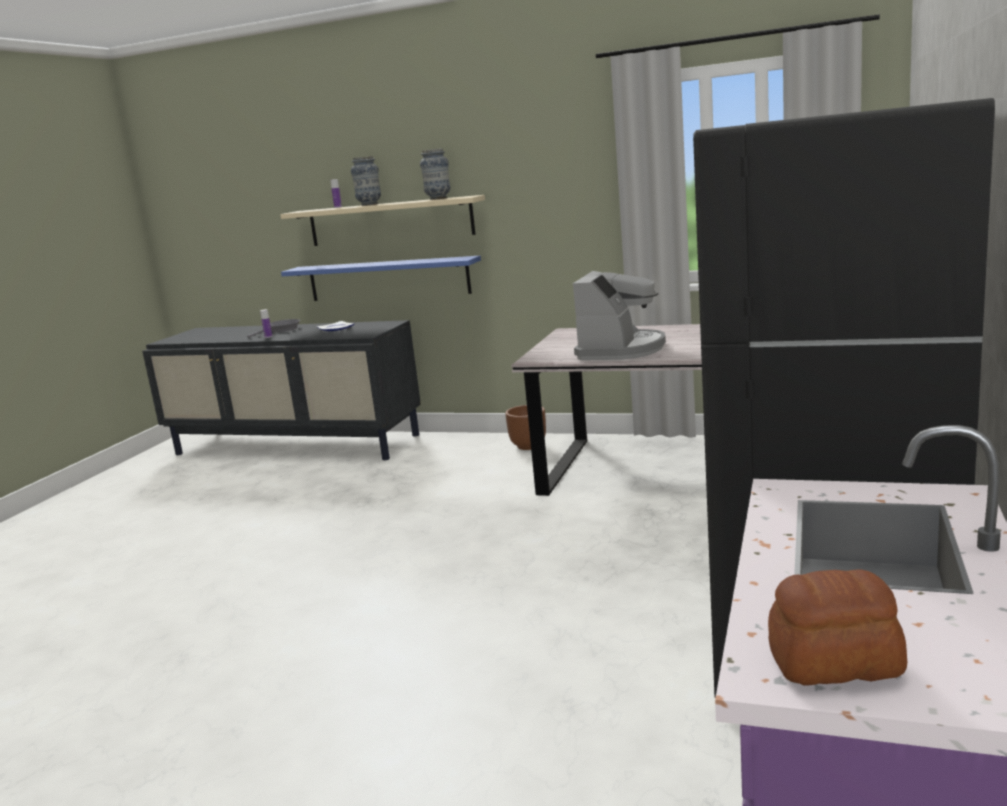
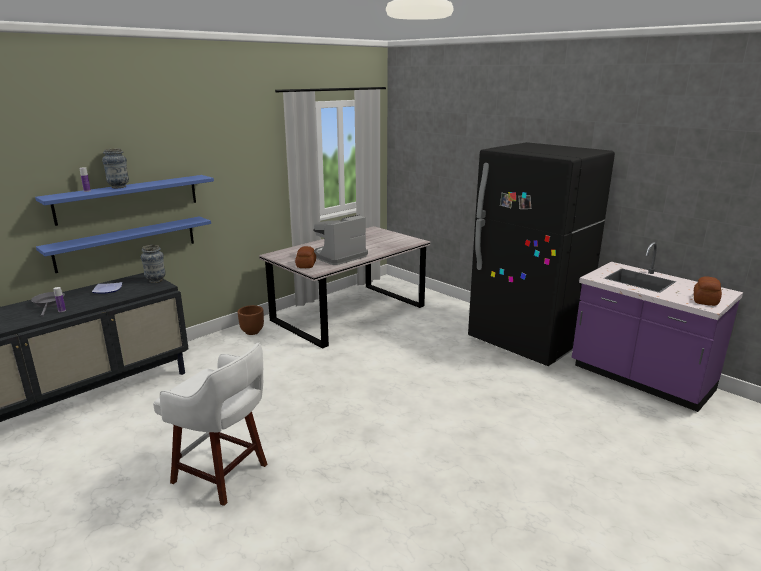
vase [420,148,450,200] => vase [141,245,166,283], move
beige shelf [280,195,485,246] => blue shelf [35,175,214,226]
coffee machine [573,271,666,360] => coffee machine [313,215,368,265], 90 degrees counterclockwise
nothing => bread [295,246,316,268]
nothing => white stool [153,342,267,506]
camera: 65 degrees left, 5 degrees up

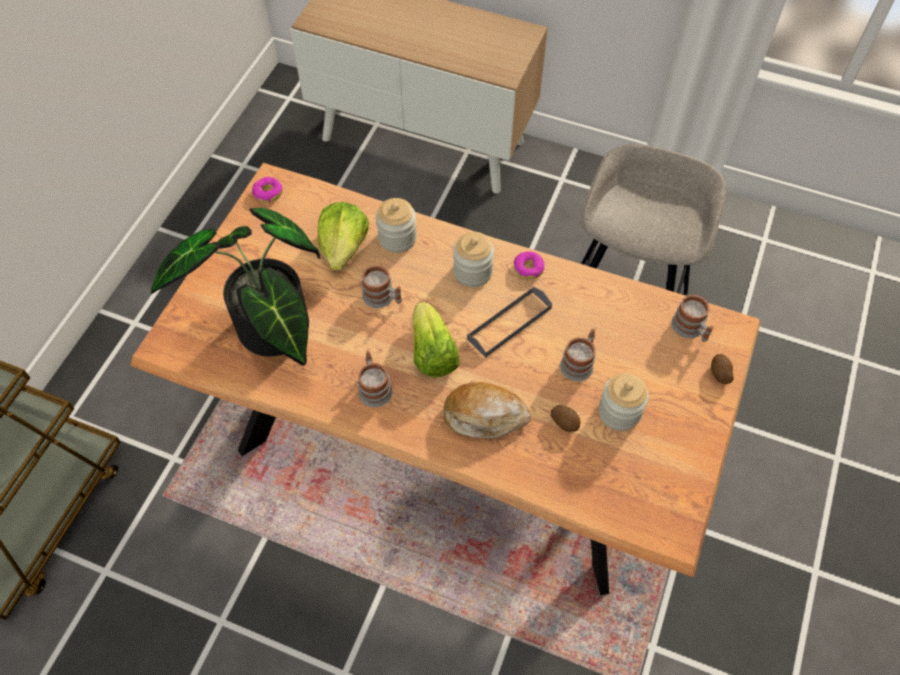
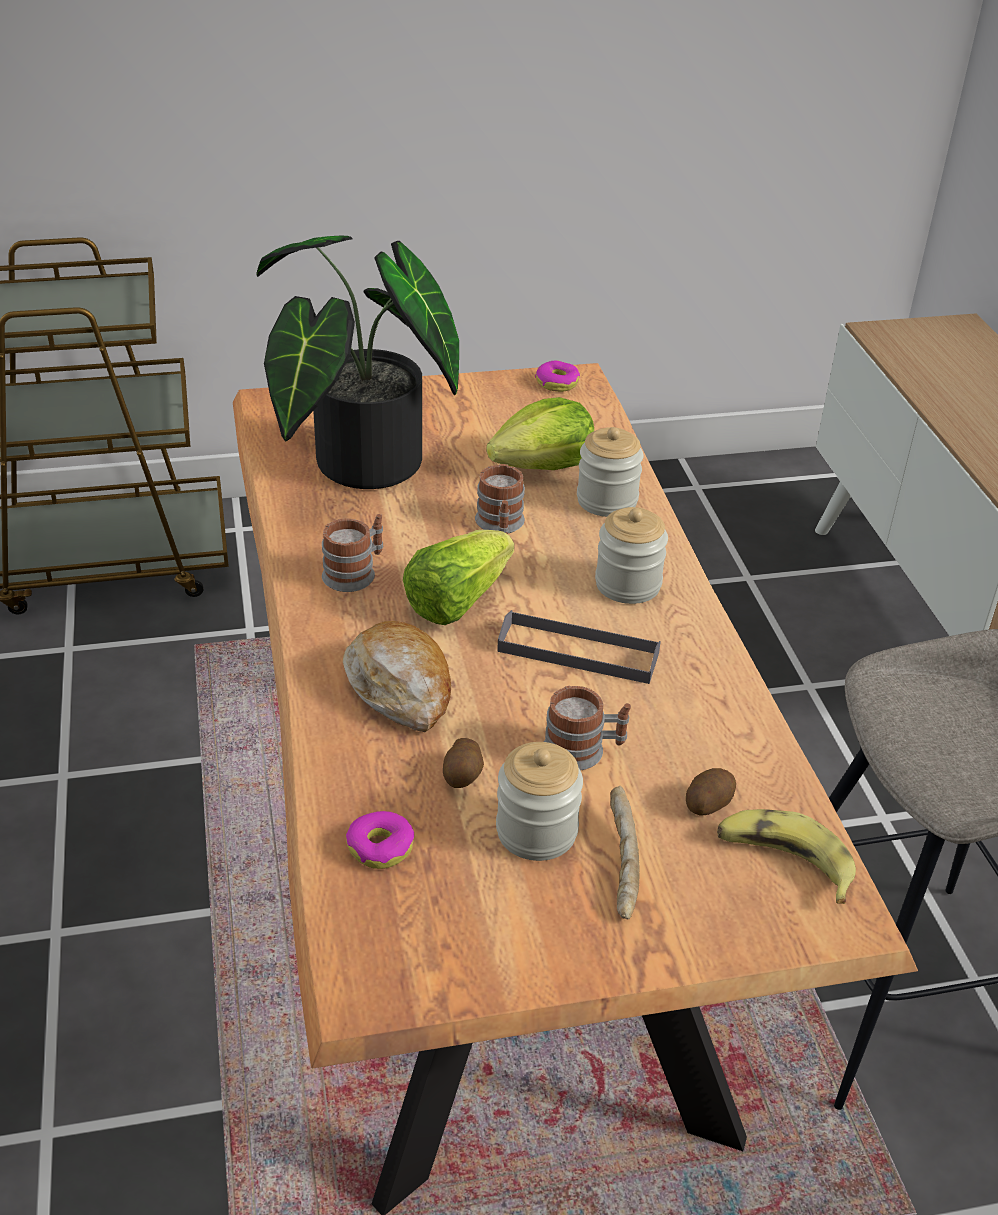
donut [513,251,544,280] => donut [346,811,414,869], move
mug [671,295,714,342] => banana [717,809,856,904]
potato [711,354,734,384] => potato [686,768,736,816], move
nothing => bread [611,786,640,919]
camera: 55 degrees right, 20 degrees down

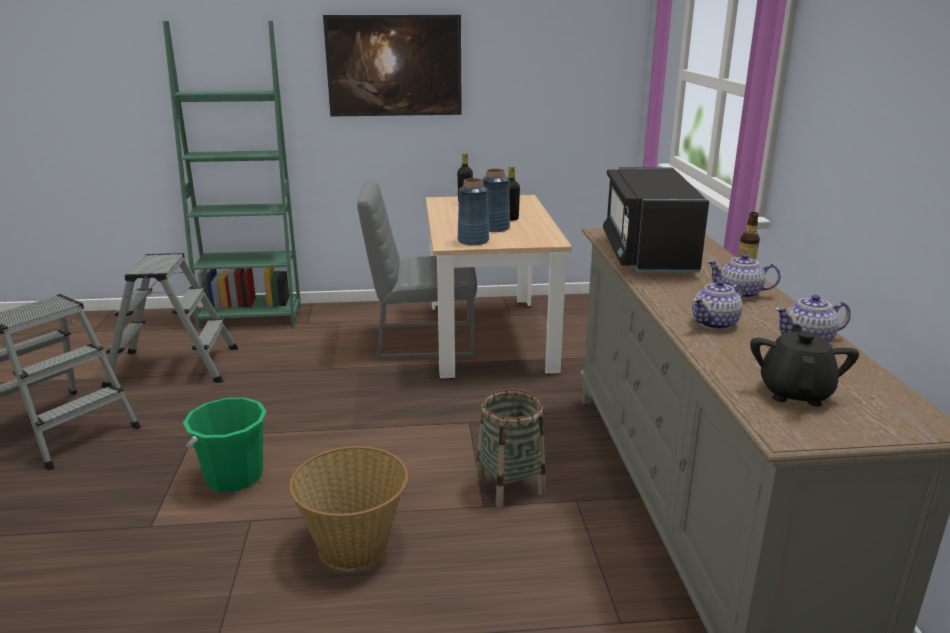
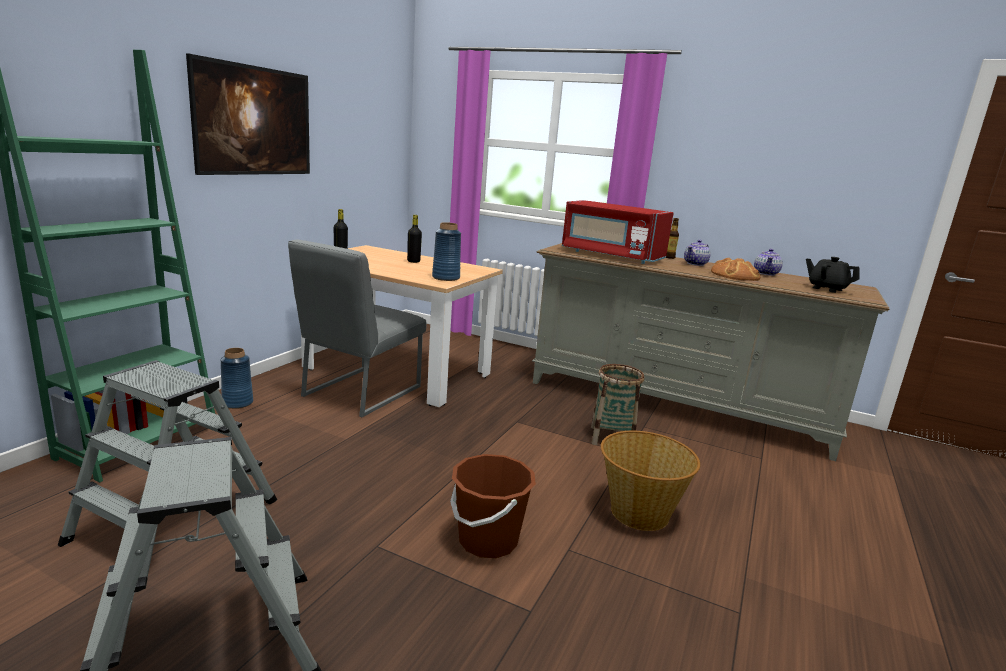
black microwave [603,167,709,273] => red microwave [562,200,674,264]
blue vase [482,169,510,232] => blue vase [221,348,253,409], move
teapot [692,280,743,330] => bread [711,257,761,281]
green bucket [183,398,266,492] => brown bucket [450,454,536,558]
camera: 60 degrees left, 5 degrees down

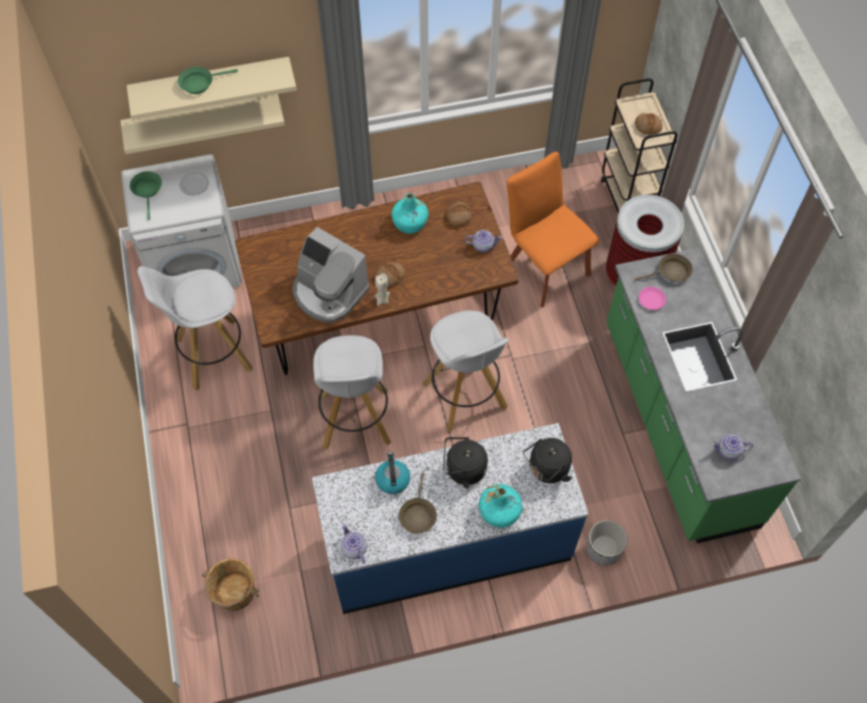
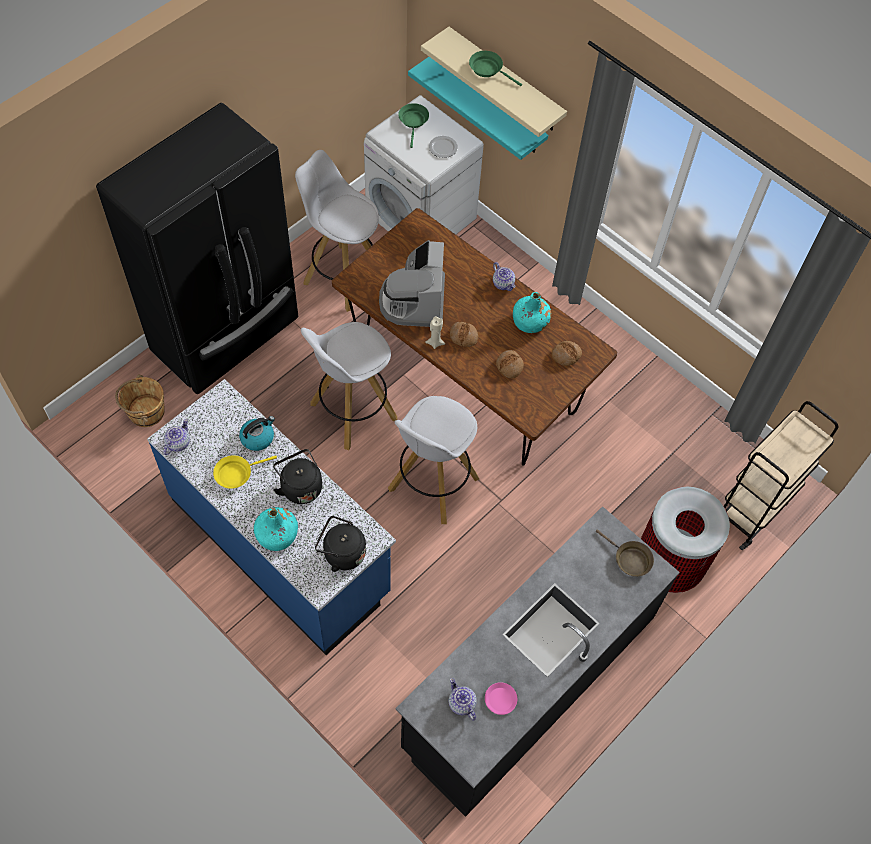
beige shelf [120,94,285,154] => turquoise shelf [408,57,548,160]
bread [635,113,662,135] => bread [496,350,524,378], move
orange chair [506,152,599,307] => nothing
green frying pan [130,171,162,220] => green frying pan [398,103,429,148], 45 degrees counterclockwise
teapot [465,230,502,253] => teapot [493,262,516,291], move
green counter [606,248,801,543] => black counter [396,506,680,817]
pink plate [639,287,666,310] => pink plate [485,682,517,715], move
brown frying pan [399,473,437,534] => yellow frying pan [213,455,277,489]
planter [586,520,628,565] => nothing
nothing => black fridge [96,103,299,394]
camera: 55 degrees right, 0 degrees up

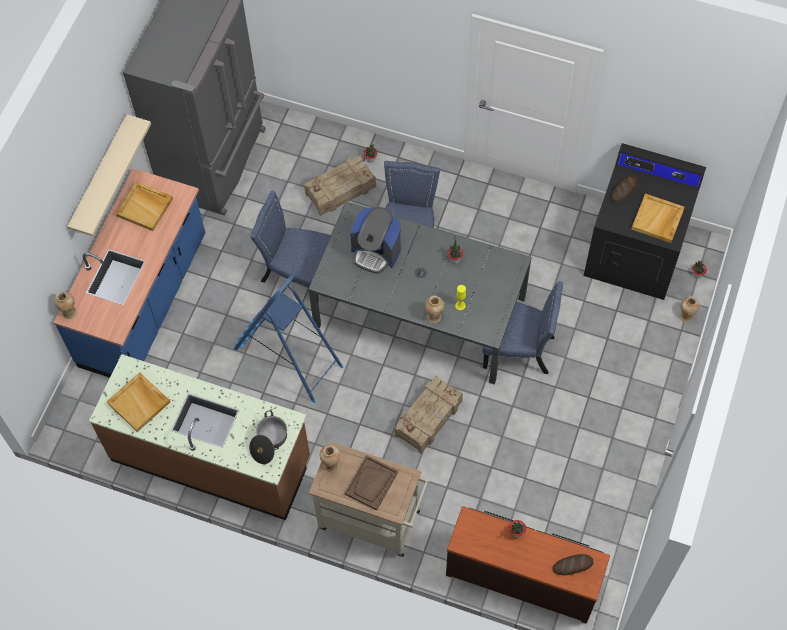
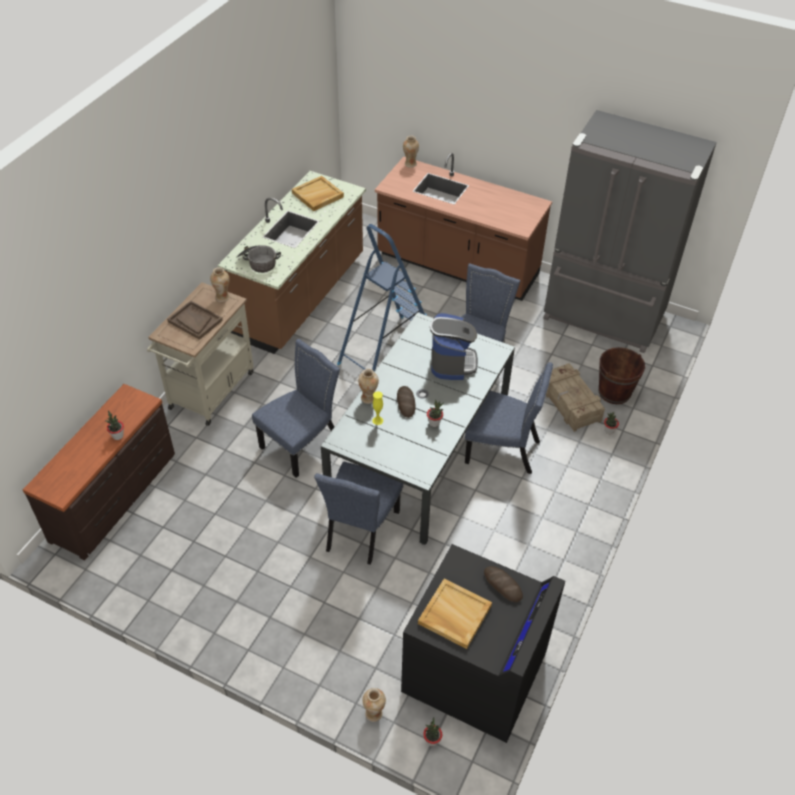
beige shelf [67,114,151,236] => nothing
blue counter [53,168,205,378] => brown counter [375,153,552,301]
beige tray [116,182,173,231] => nothing
coffee machine [350,207,401,274] => coffee machine [430,313,478,380], 150 degrees clockwise
crate [394,376,463,454] => blue chair [252,339,340,478]
bread [553,554,593,575] => bread [397,386,416,418], move
nothing => brown bucket [598,347,645,404]
camera: 95 degrees right, 15 degrees down

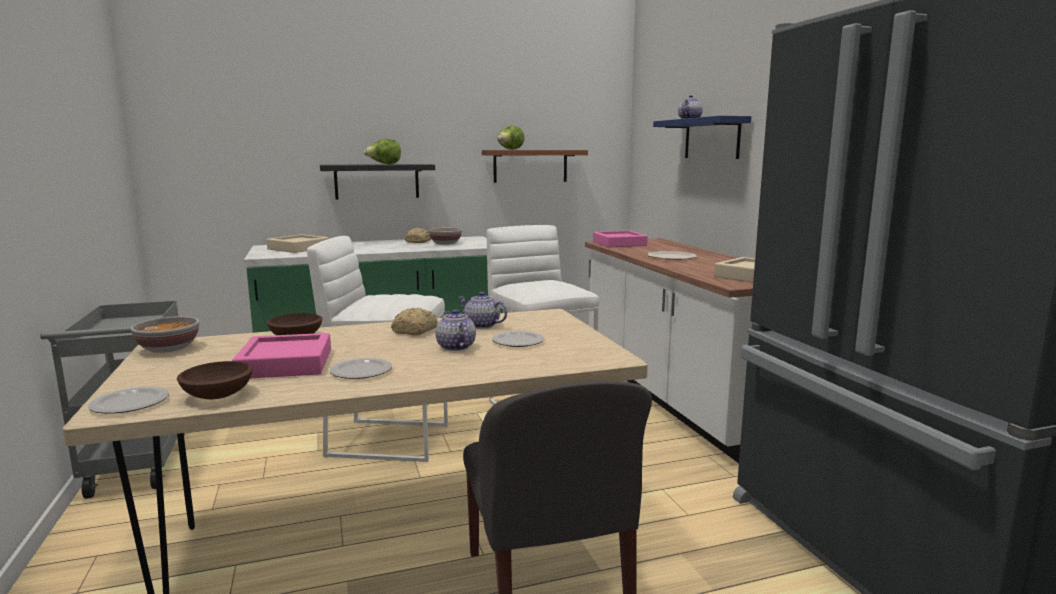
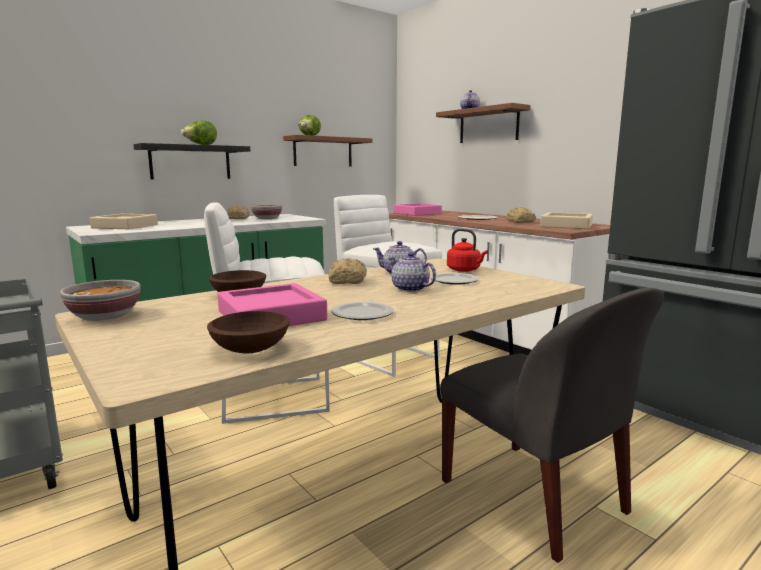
blue shelf [653,116,751,159] => brown shelf [436,103,530,143]
plate [88,386,169,414] => nothing
nothing => bread [506,207,536,223]
nothing => red kettle [447,229,488,272]
camera: 20 degrees left, 0 degrees up

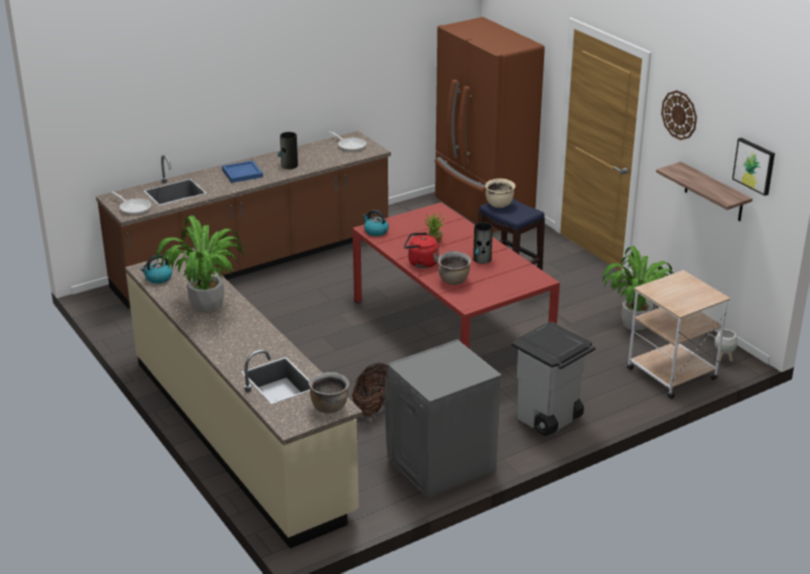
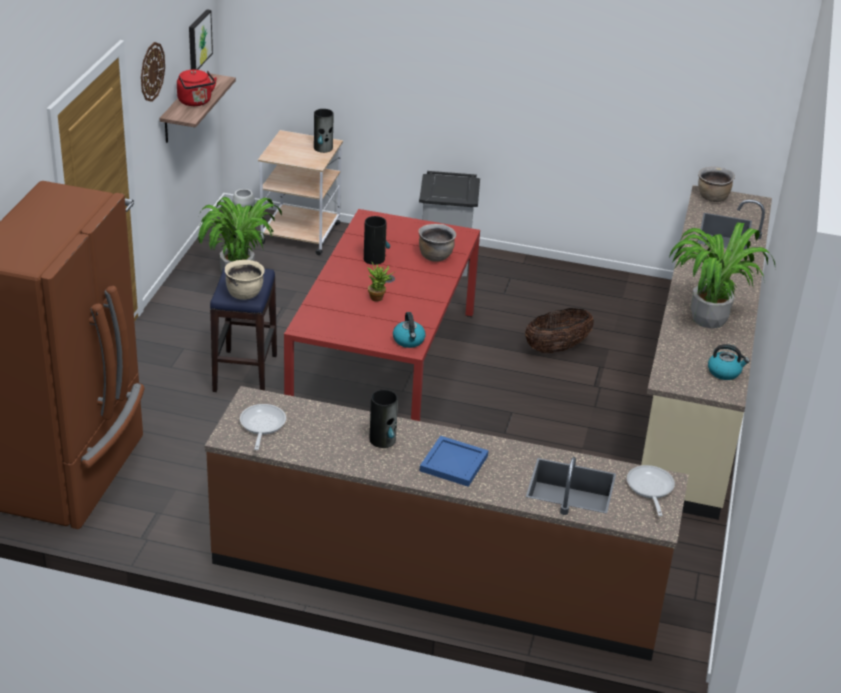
red kettle [404,232,439,268] => red kettle [177,70,217,106], move
grey washing machine [385,339,502,498] => nothing
nothing => vase [314,109,334,153]
camera: 135 degrees left, 5 degrees up

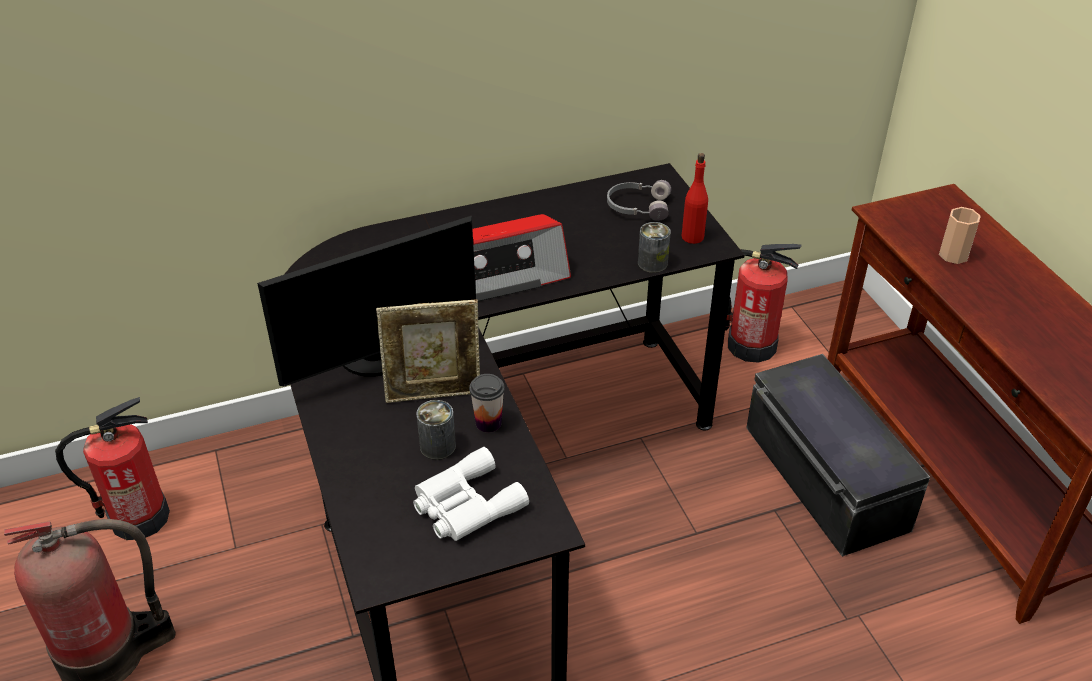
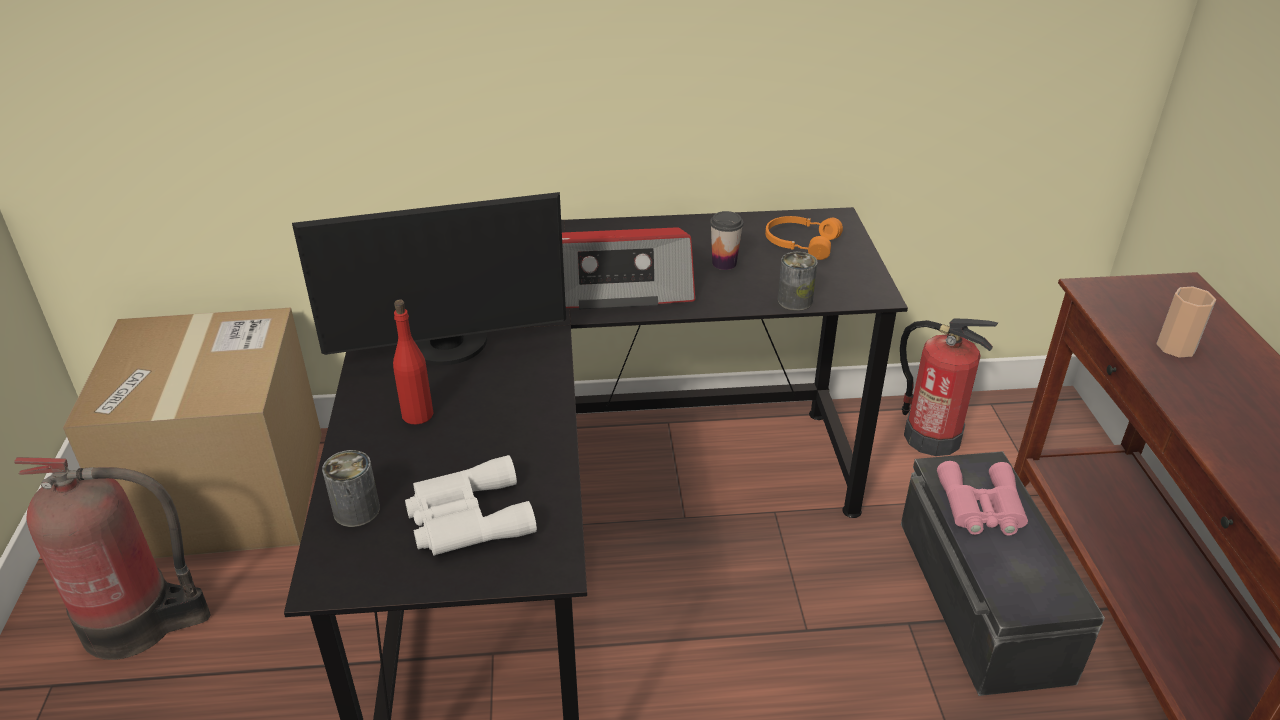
red bottle [682,153,708,244] => red bottle [393,299,433,424], move
grey headphones [607,180,671,221] => orange headphones [765,216,843,260]
picture frame [376,299,480,403] => nothing
cup [469,374,505,433] => cup [710,211,743,270], move
fire extinguisher [55,397,170,540] => cardboard box [63,308,322,558]
can [416,400,456,460] => can [322,450,380,527], move
nothing => pink binoculars [937,461,1028,535]
camera: 15 degrees right, 5 degrees down

